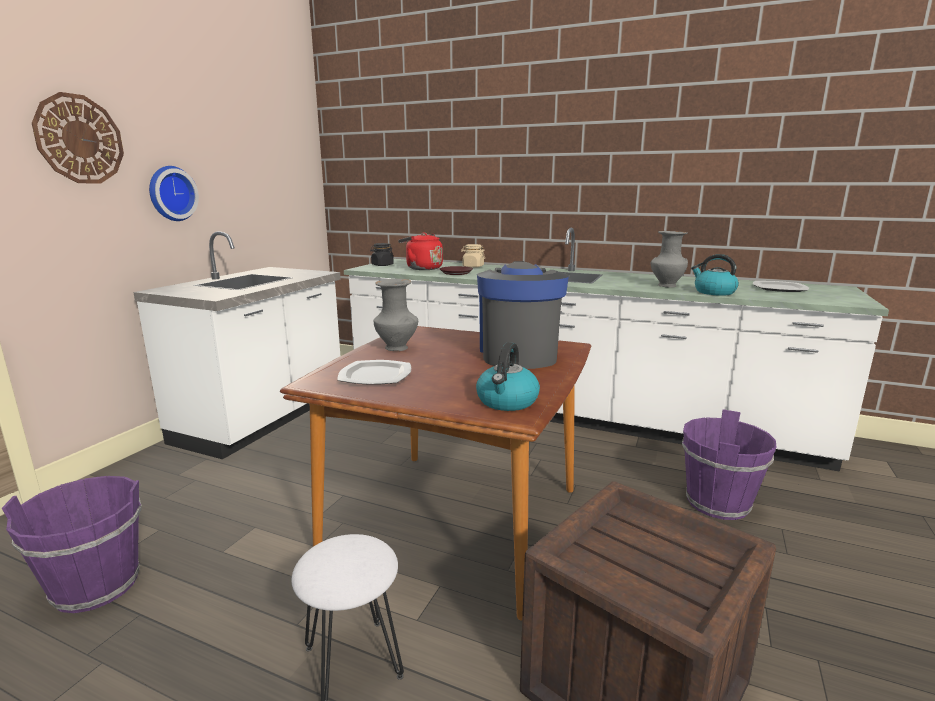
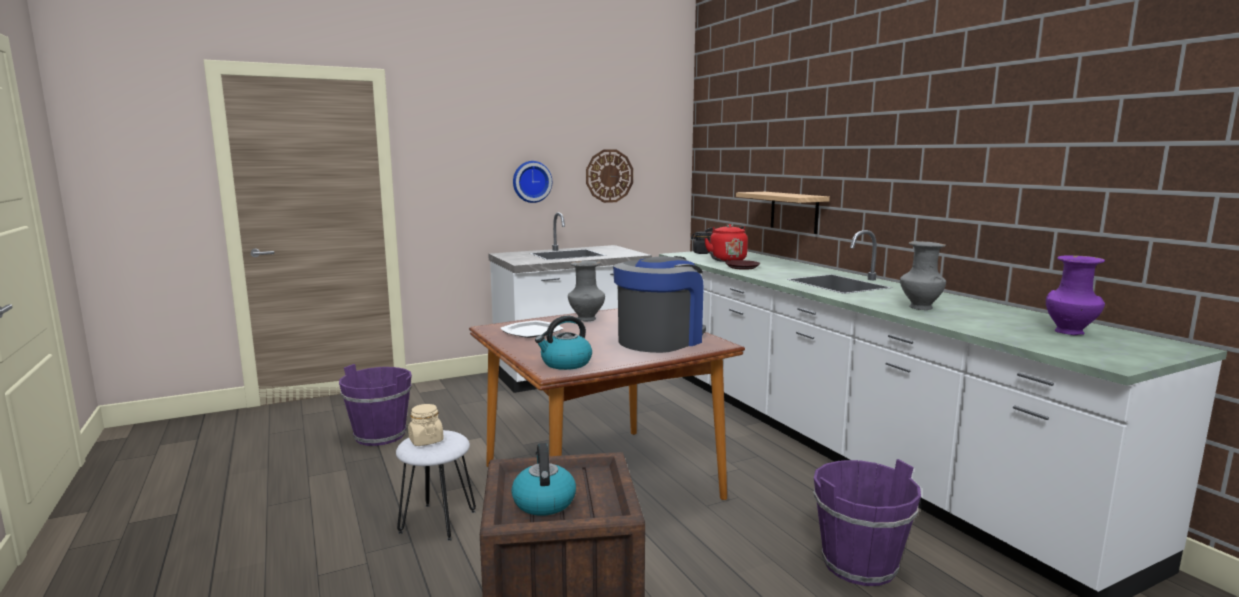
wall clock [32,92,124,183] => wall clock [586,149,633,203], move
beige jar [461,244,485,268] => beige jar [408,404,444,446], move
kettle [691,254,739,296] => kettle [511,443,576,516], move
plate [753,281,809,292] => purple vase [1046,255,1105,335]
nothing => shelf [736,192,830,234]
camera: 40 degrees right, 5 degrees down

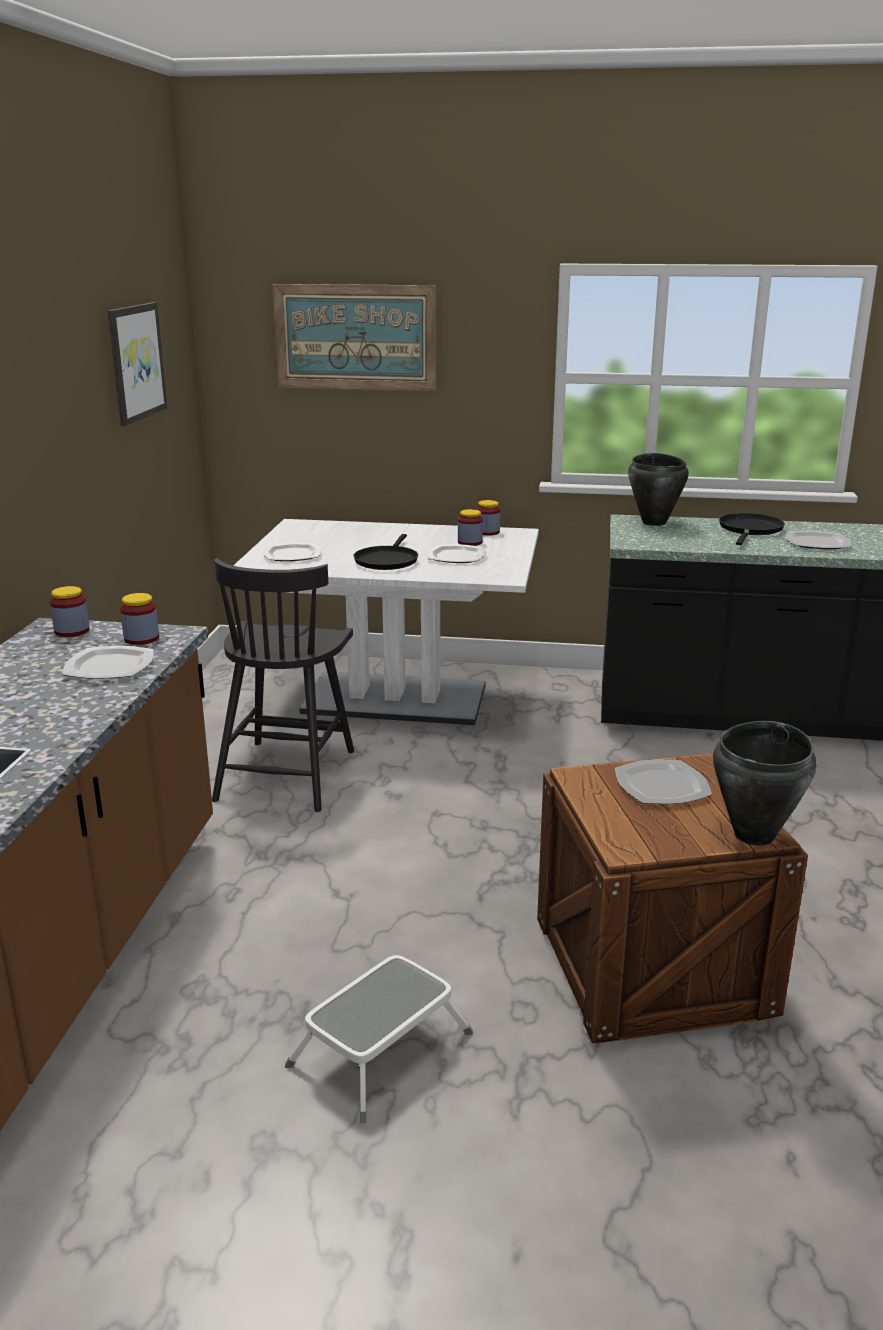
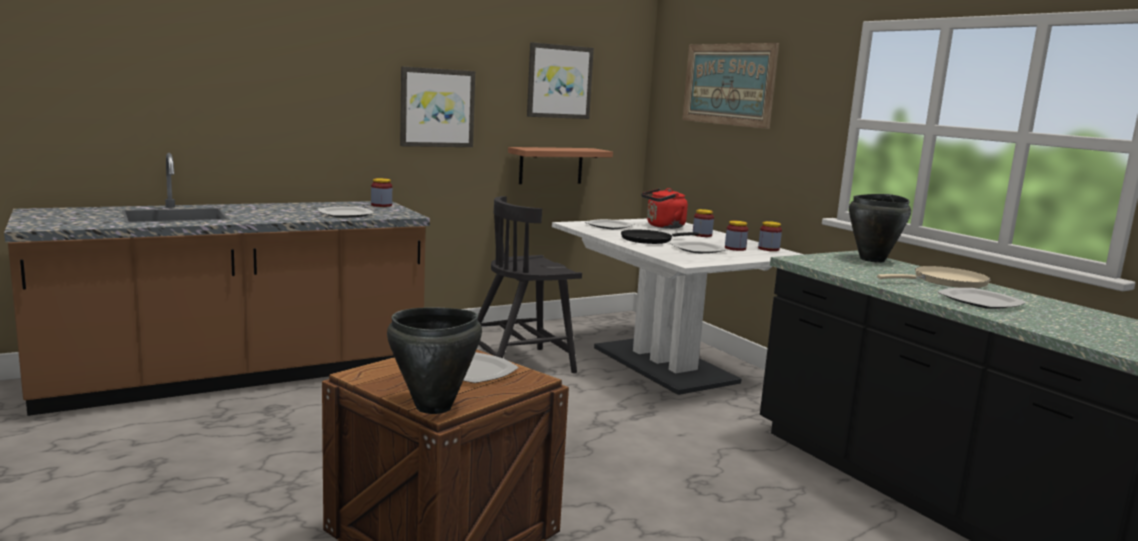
black frying pan [719,513,785,545] => beige frying pan [877,266,991,288]
jar [120,593,159,645] => jar [693,209,714,237], move
grey step ladder [285,955,473,1123] => nothing
nothing => picture [400,66,475,147]
nothing => shelf [508,147,613,184]
nothing => red kettle [641,188,688,229]
camera: 50 degrees right, 10 degrees down

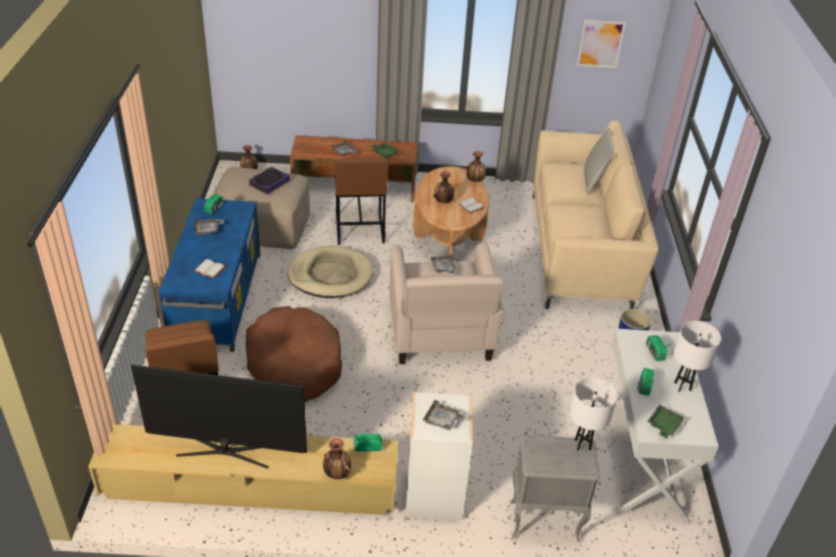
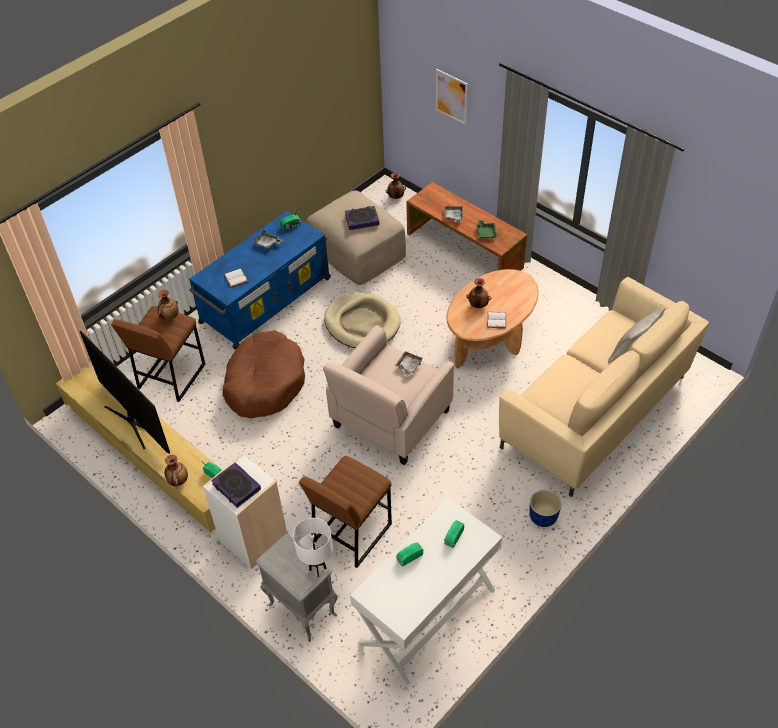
picture [576,20,626,68] => picture [436,69,468,125], move
vase [466,151,486,182] => vase [157,290,179,320], move
brown stool [334,158,388,245] => brown stool [299,456,392,568], move
white table lamp [674,321,721,392] => nothing
grey tray [423,400,467,430] => book [211,462,261,508]
green tray [648,405,685,438] => nothing
camera: 45 degrees right, 10 degrees up

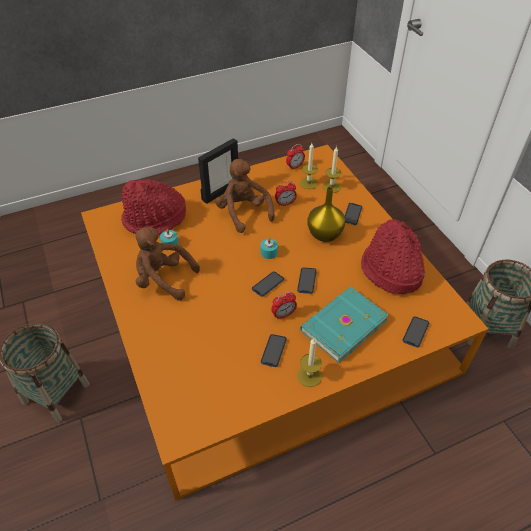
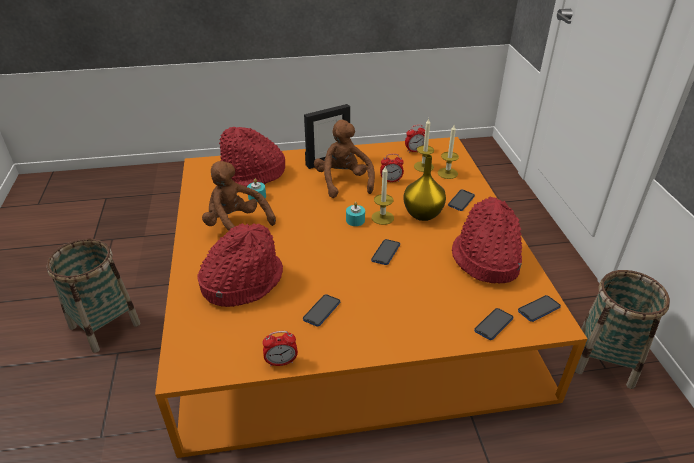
phone [252,272,284,297] => phone [518,295,561,322], move
turquoise book [300,287,388,363] => nothing
alarm clock [271,292,297,320] => alarm clock [262,331,298,367], move
candle [297,338,322,387] => candle [372,165,394,225], move
nothing => red hat [197,223,283,307]
camera: 15 degrees right, 10 degrees down

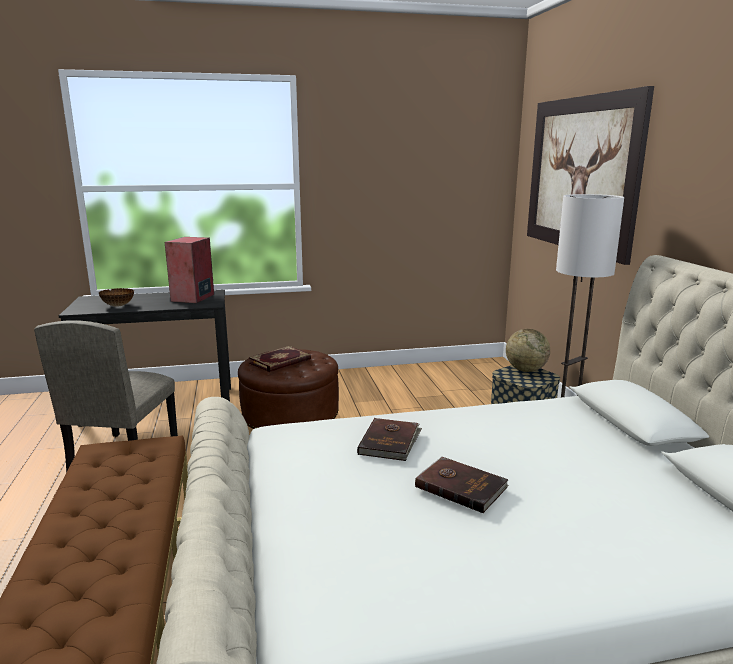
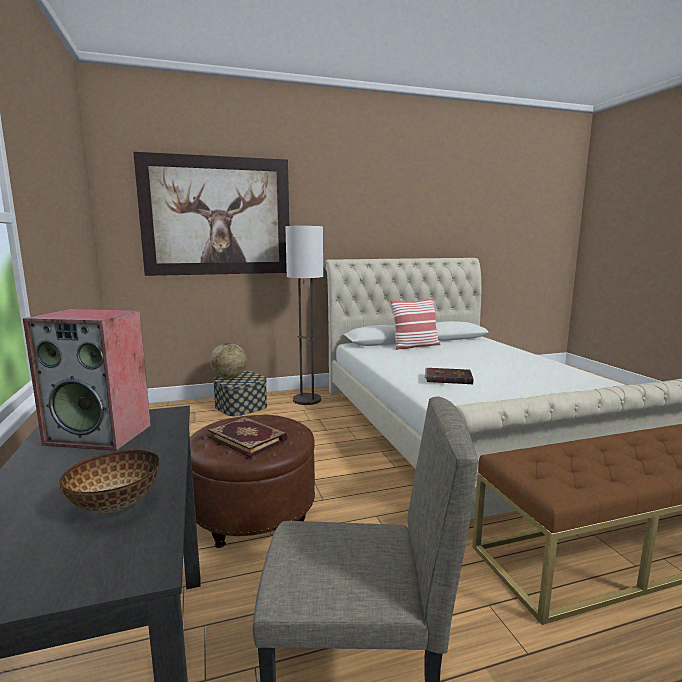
brown book [415,457,509,513] => nothing
nothing => pillow [390,298,440,350]
camera: 95 degrees left, 5 degrees down

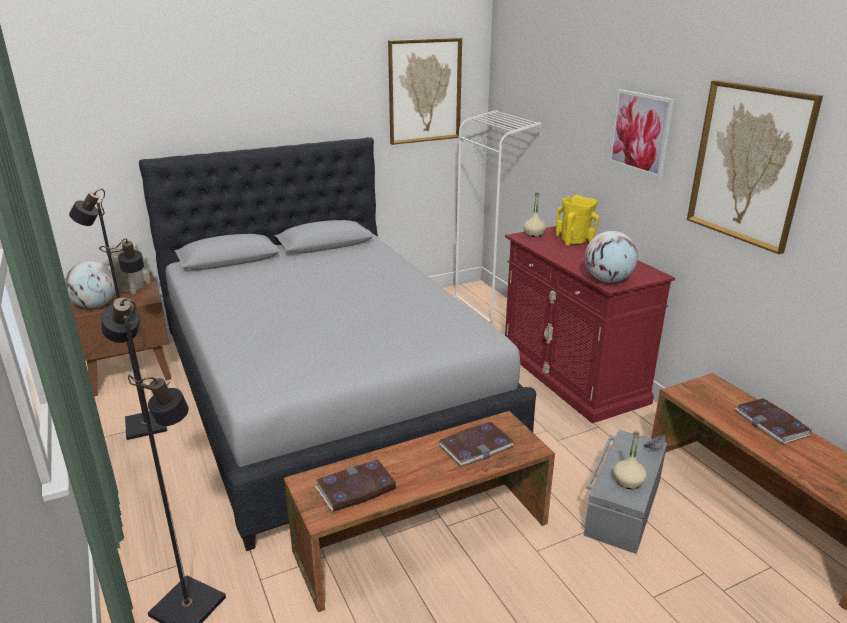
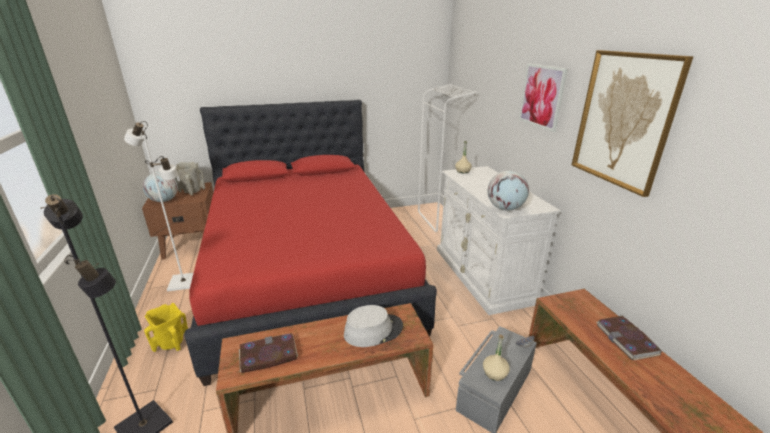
picture [388,38,462,145] => nothing
grey bed [139,137,536,551] => red bed [184,100,437,386]
black floor lamp [69,189,167,440] => white floor lamp [124,121,193,291]
yellow vase [556,195,599,246] => yellow vase [144,303,188,352], move
red dresser [505,226,675,423] => white dresser [437,166,561,315]
book [439,422,514,467] => grey hat [344,305,403,347]
camera: 10 degrees right, 0 degrees up

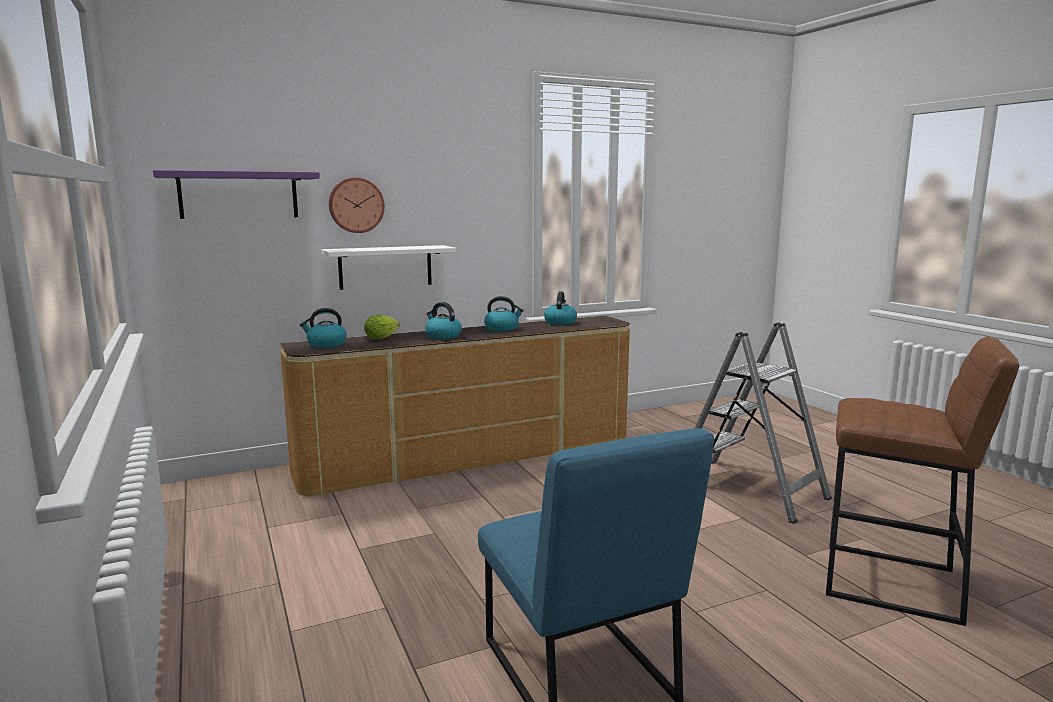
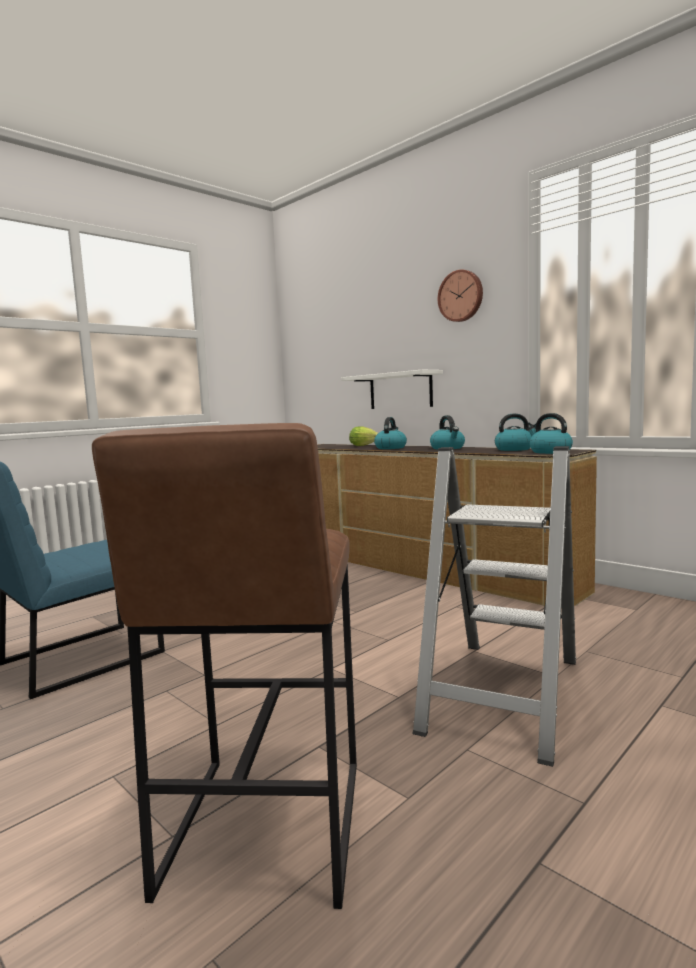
purple shelf [153,170,320,219] => nothing
wall clock [329,177,385,233] => wall clock [438,269,483,322], move
kettle [300,308,347,348] => kettle [527,413,573,454], move
camera: 70 degrees right, 5 degrees down

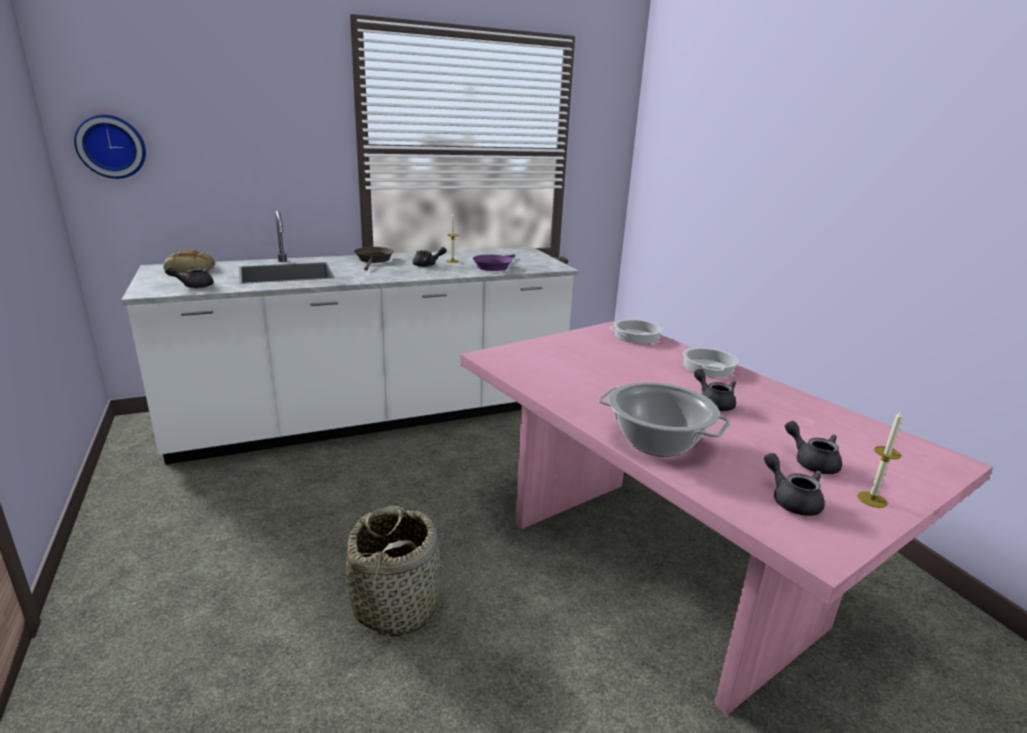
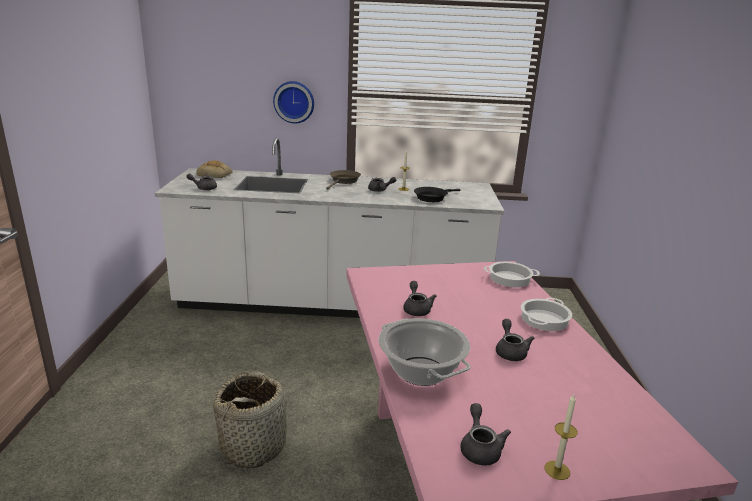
wall clock [74,114,146,179] => wall clock [273,81,314,123], move
purple frying pan [473,254,515,271] => black frying pan [414,187,460,202]
grey teapot [785,421,842,474] => grey teapot [403,281,437,316], move
camera: 25 degrees right, 0 degrees up

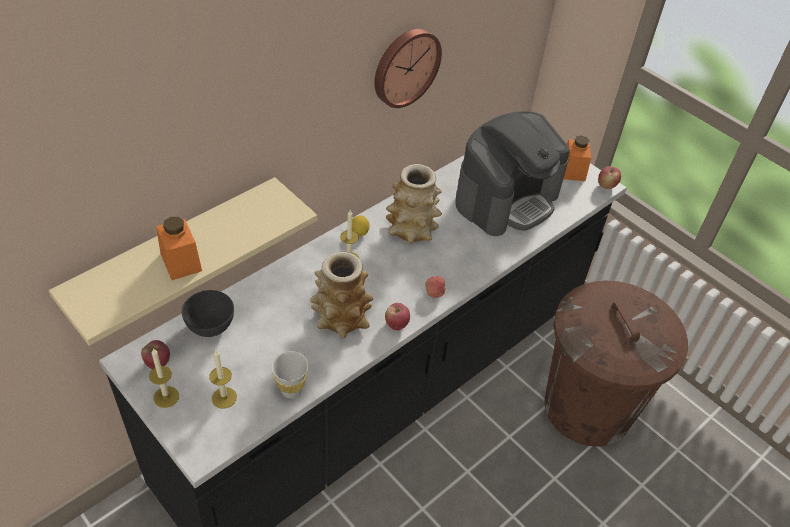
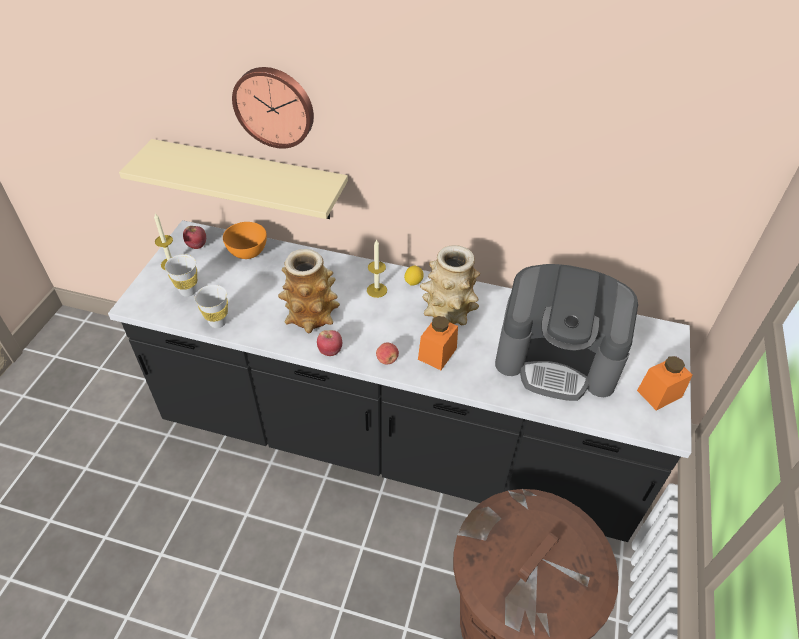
wall clock [374,29,442,108] => wall clock [232,67,314,149], move
apple [598,166,621,189] => nothing
orange jar [156,217,202,280] => orange jar [418,316,458,370], move
grey bowl [182,290,234,337] => orange bowl [223,222,267,259]
candle [209,350,237,409] => white cup [165,254,197,297]
camera: 60 degrees right, 0 degrees up

